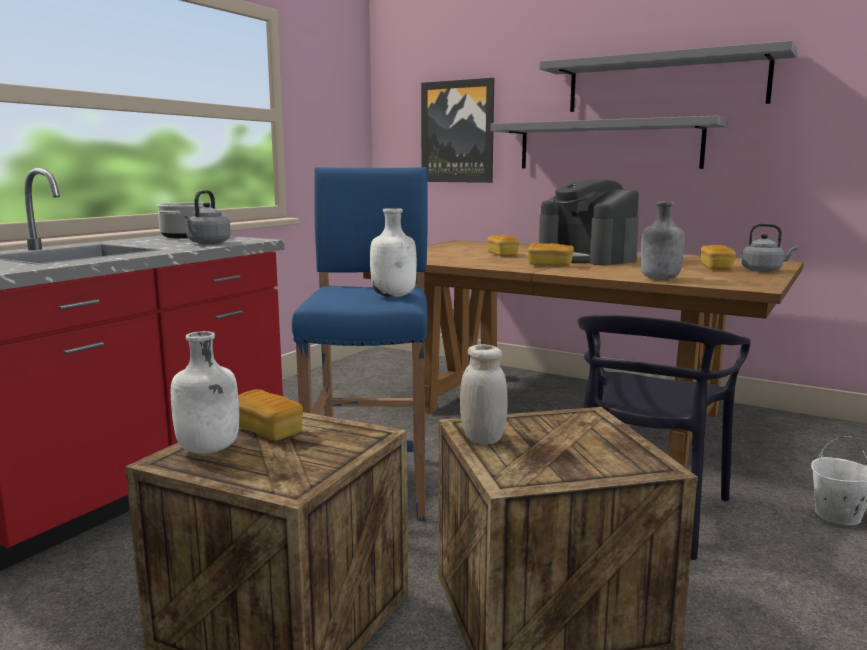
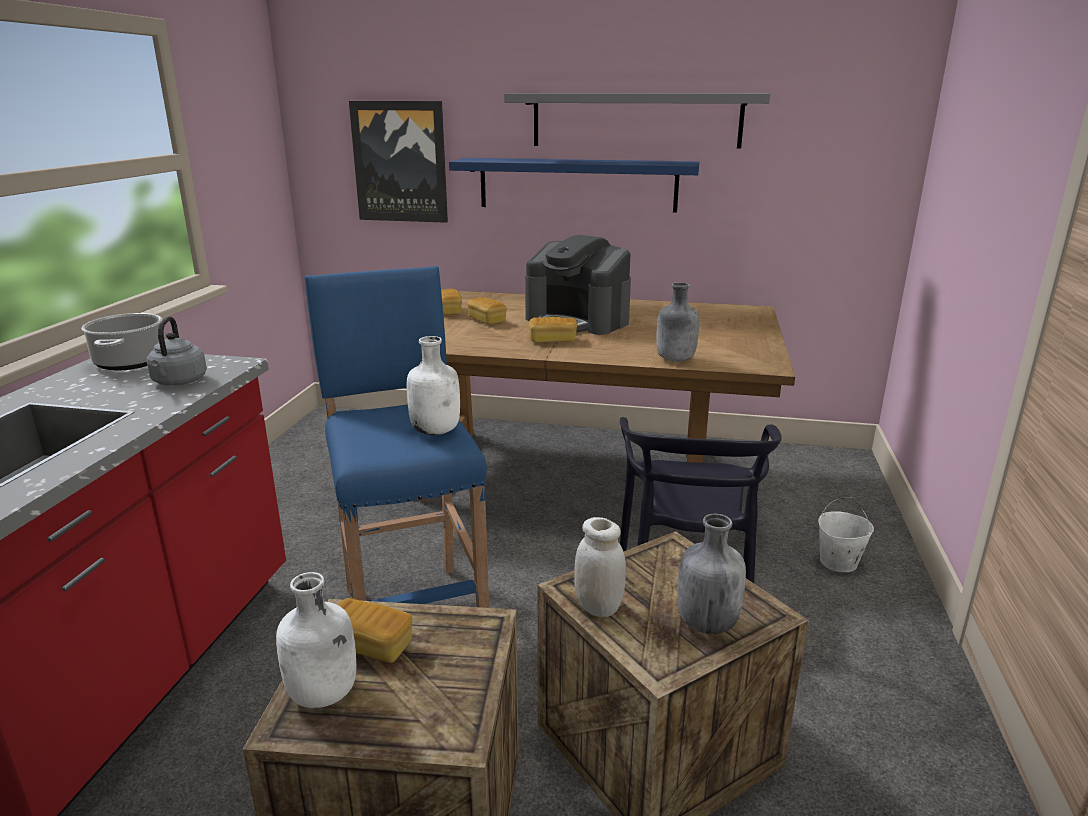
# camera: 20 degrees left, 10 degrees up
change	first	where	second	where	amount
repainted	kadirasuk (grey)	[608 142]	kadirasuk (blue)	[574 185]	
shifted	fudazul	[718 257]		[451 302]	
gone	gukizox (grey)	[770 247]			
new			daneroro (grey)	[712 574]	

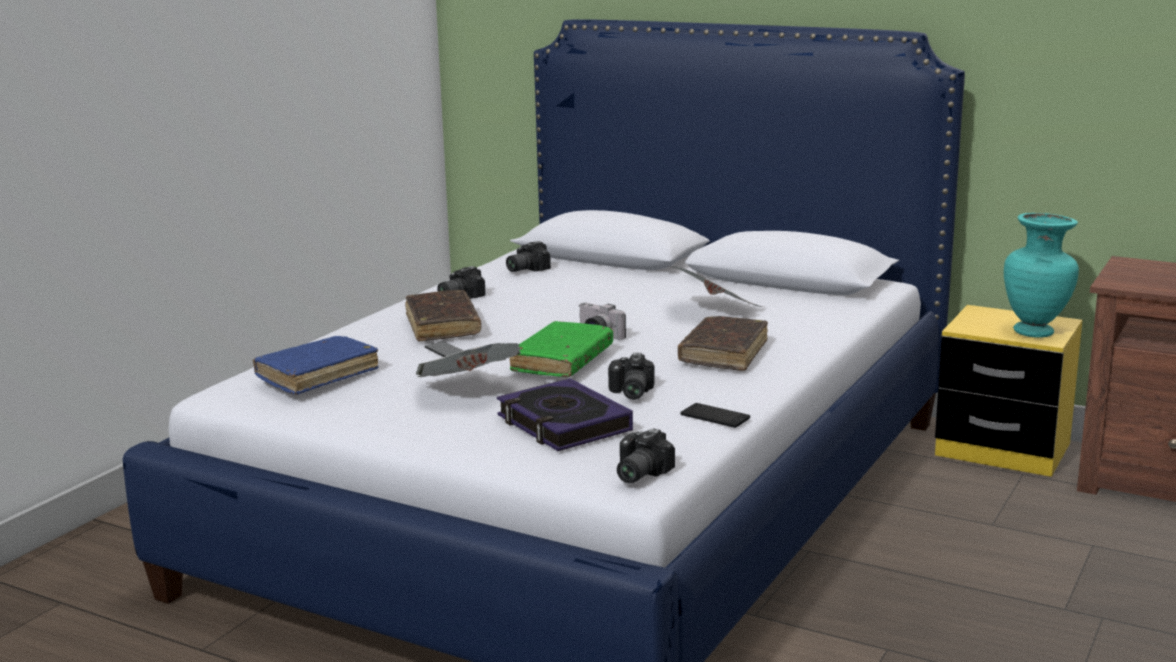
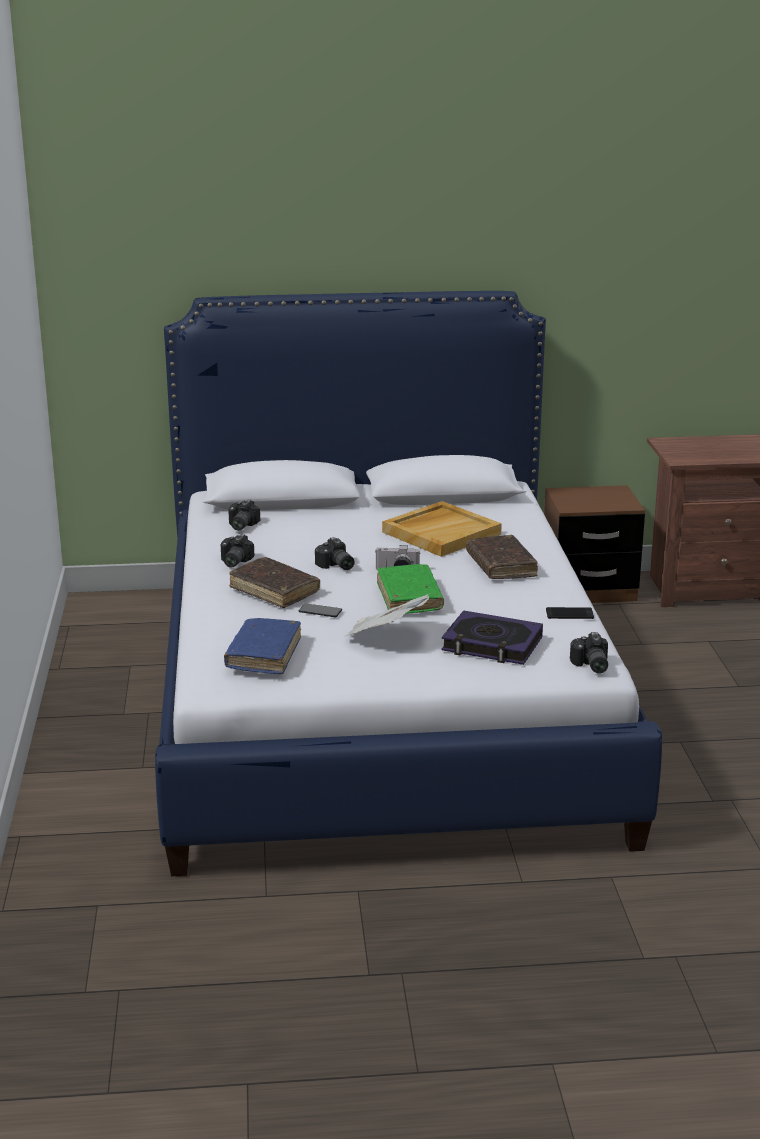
# camera: 35 degrees left, 5 degrees up
change	first	where	second	where	amount
shifted	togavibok	[631 376]		[335 553]	
swapped	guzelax	[715 286]	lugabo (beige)	[442 529]	
repainted	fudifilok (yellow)	[1008 391]	fudifilok (brown)	[594 544]	
gone	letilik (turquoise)	[1041 275]			

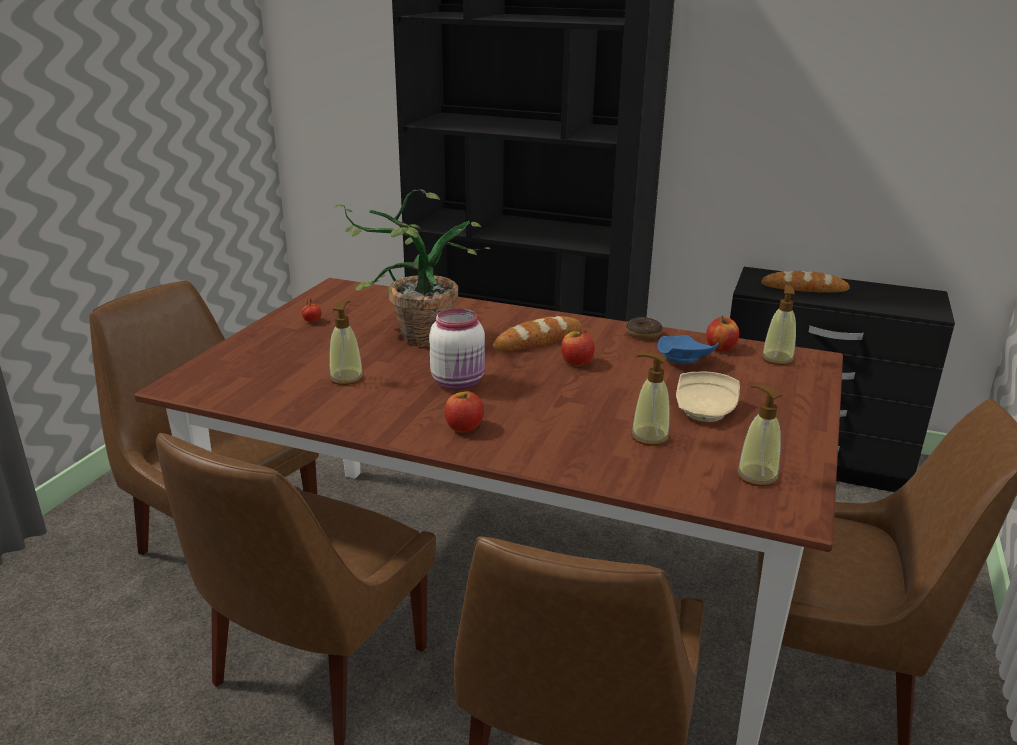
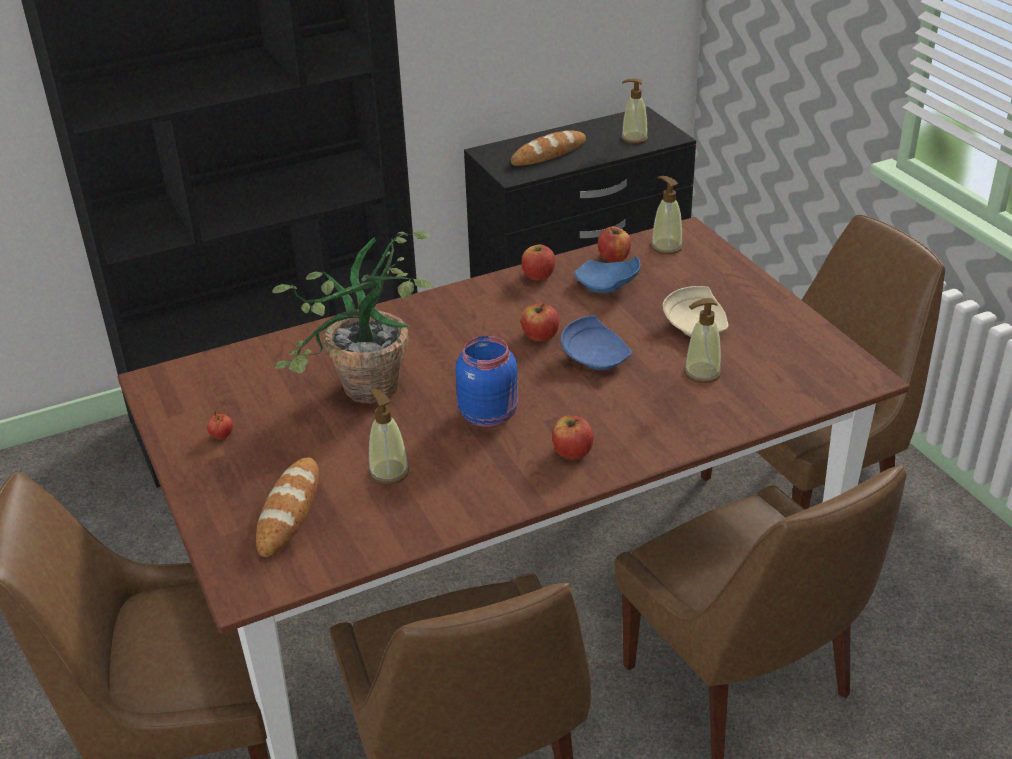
# camera: 45 degrees left, 10 degrees up
change	first	where	second	where	amount
repainted	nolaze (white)	[457 349]	nolaze (blue)	[487 381]	
shifted	fudazul	[537 333]		[287 507]	
swapped	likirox	[644 328]	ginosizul	[538 262]	
shifted	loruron	[759 435]		[634 111]	
new			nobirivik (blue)	[596 342]	

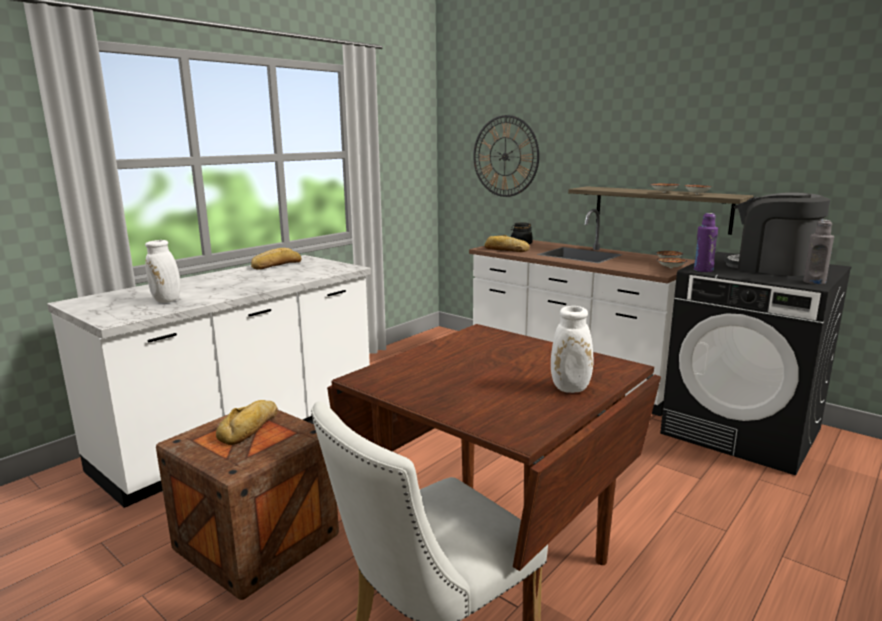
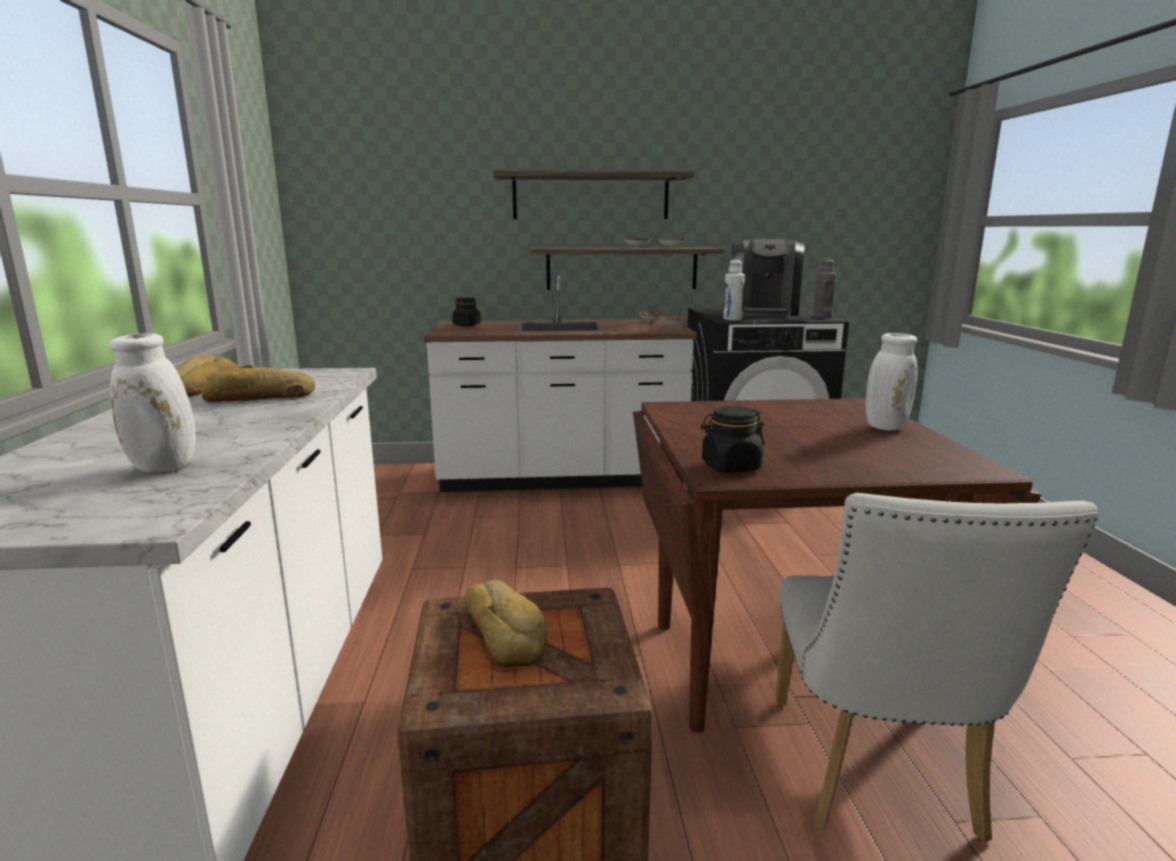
# camera: 45 degrees left, 0 degrees up
change	first	where	second	where	amount
gone	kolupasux	[506 156]			
shifted	fudazul	[506 243]		[258 383]	
repainted	daneroro (purple)	[706 242]	daneroro (white)	[734 290]	
rotated	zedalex	[777 234]		[769 278]	75 degrees counterclockwise
new			kadirasuk	[593 194]	
new			nolaze (black)	[732 439]	

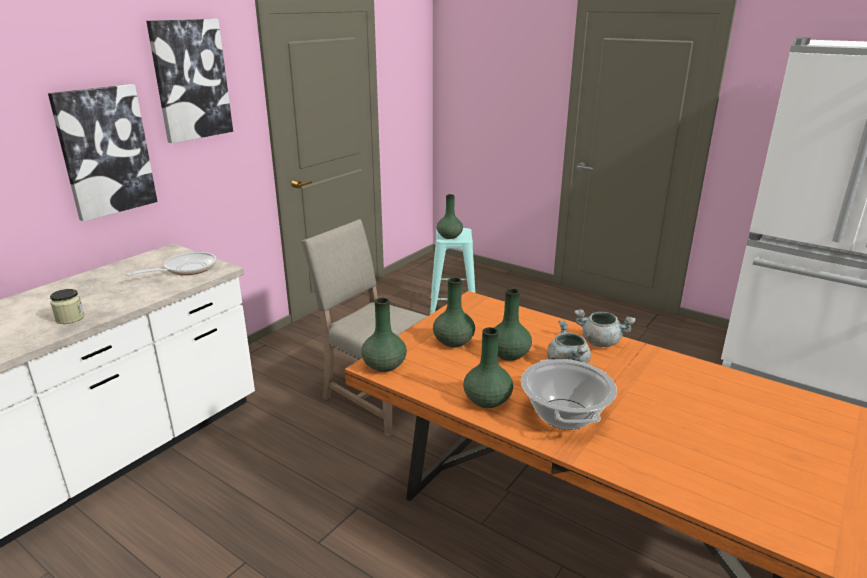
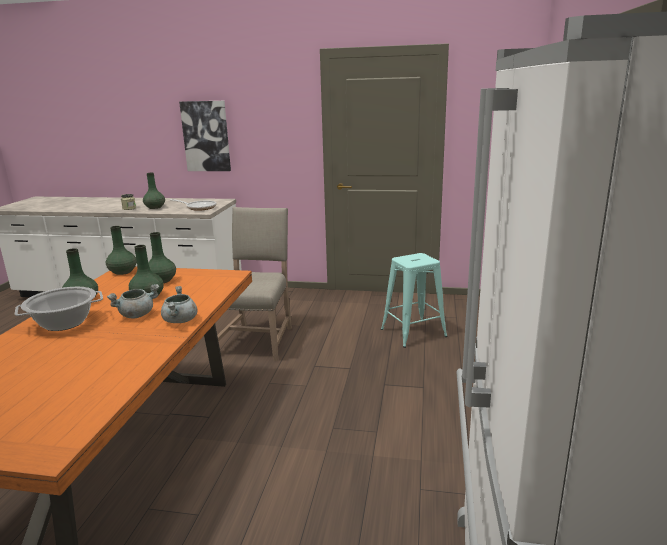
# camera: 65 degrees right, 5 degrees down
change	first	where	second	where	amount
gone	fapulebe	[189 81]			
shifted	letilik (green)	[450 216]		[154 191]	

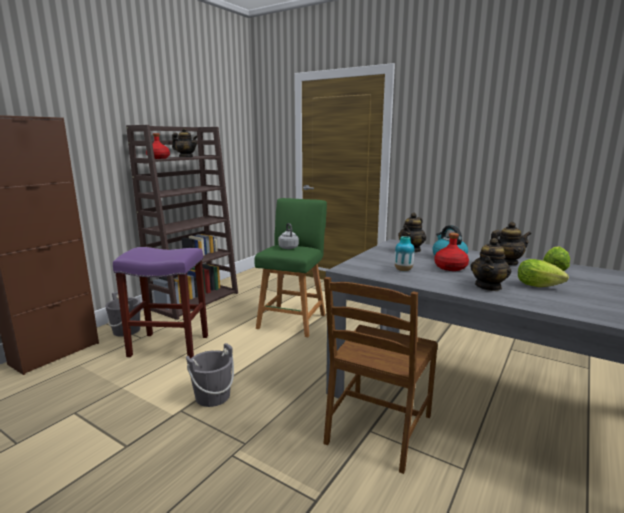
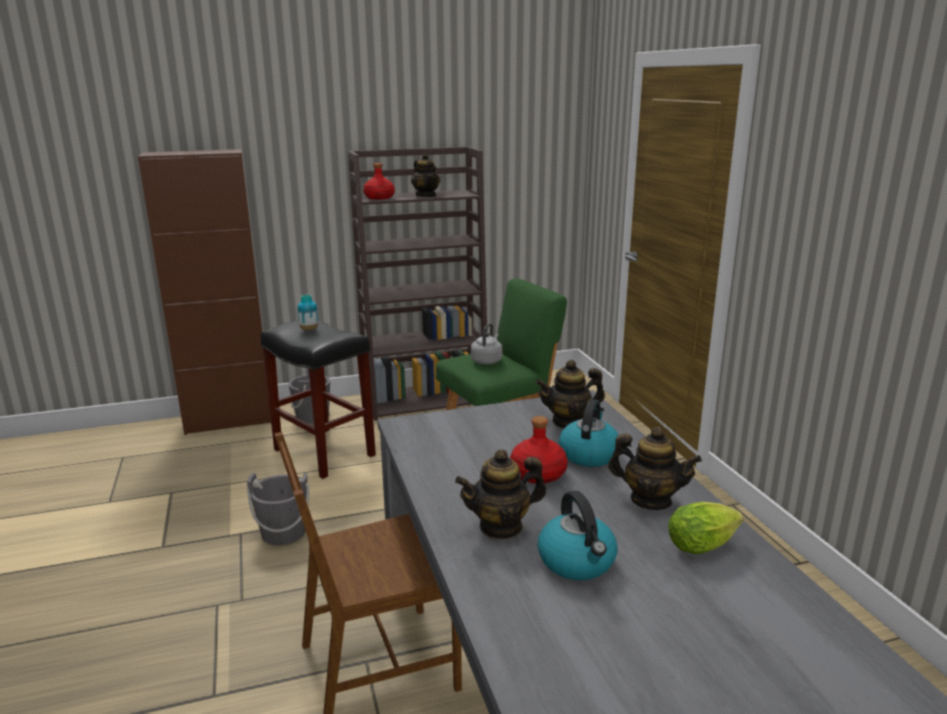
# camera: 40 degrees right, 5 degrees up
change	first	where	second	where	amount
repainted	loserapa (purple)	[160 303]	loserapa (black)	[318 399]	
shifted	letilik	[404 253]		[307 313]	
swapped	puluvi	[543 273]	gukizox	[578 535]	

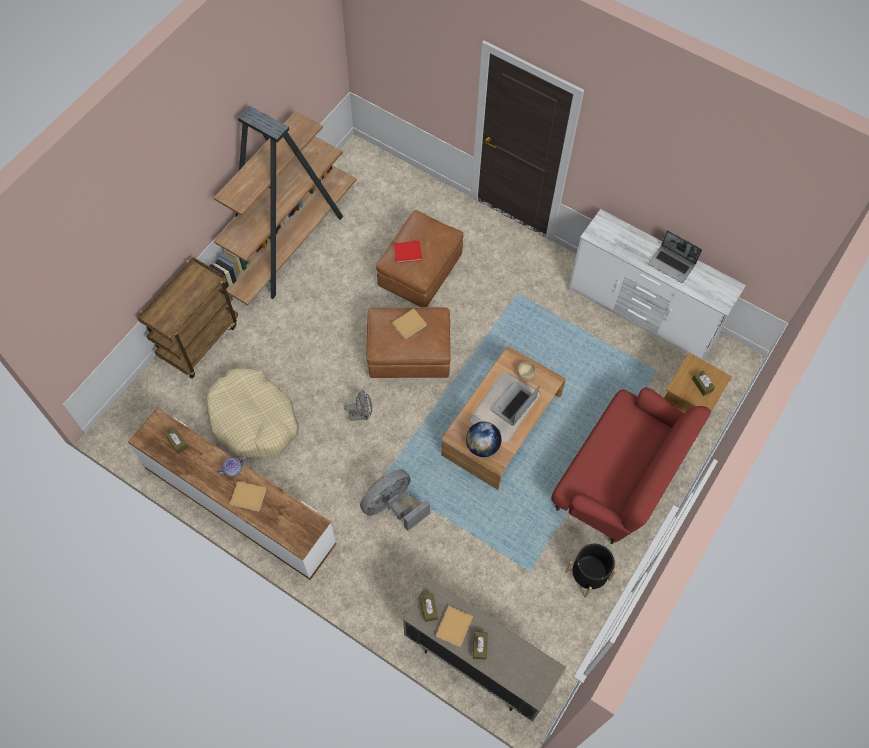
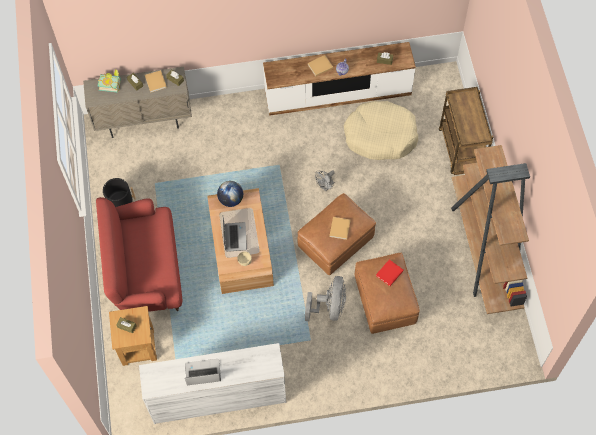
# camera: 140 degrees right, 0 degrees up
change	first	where	second	where	amount
shifted	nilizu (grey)	[395 500]		[325 298]	
new			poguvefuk	[109 81]	

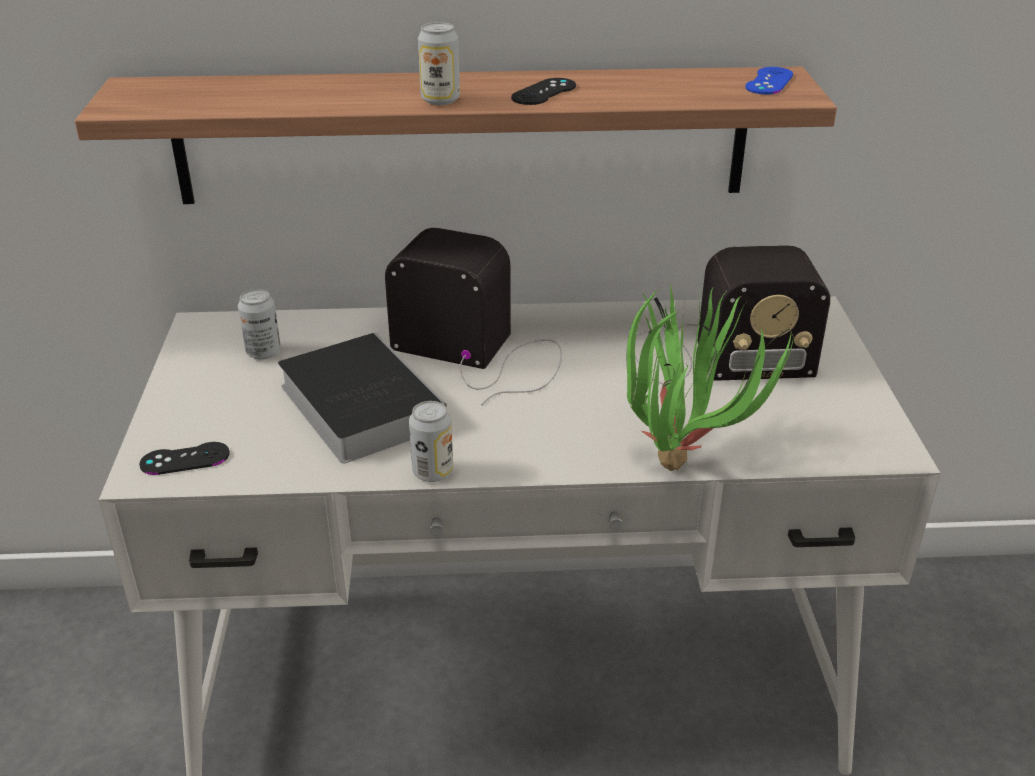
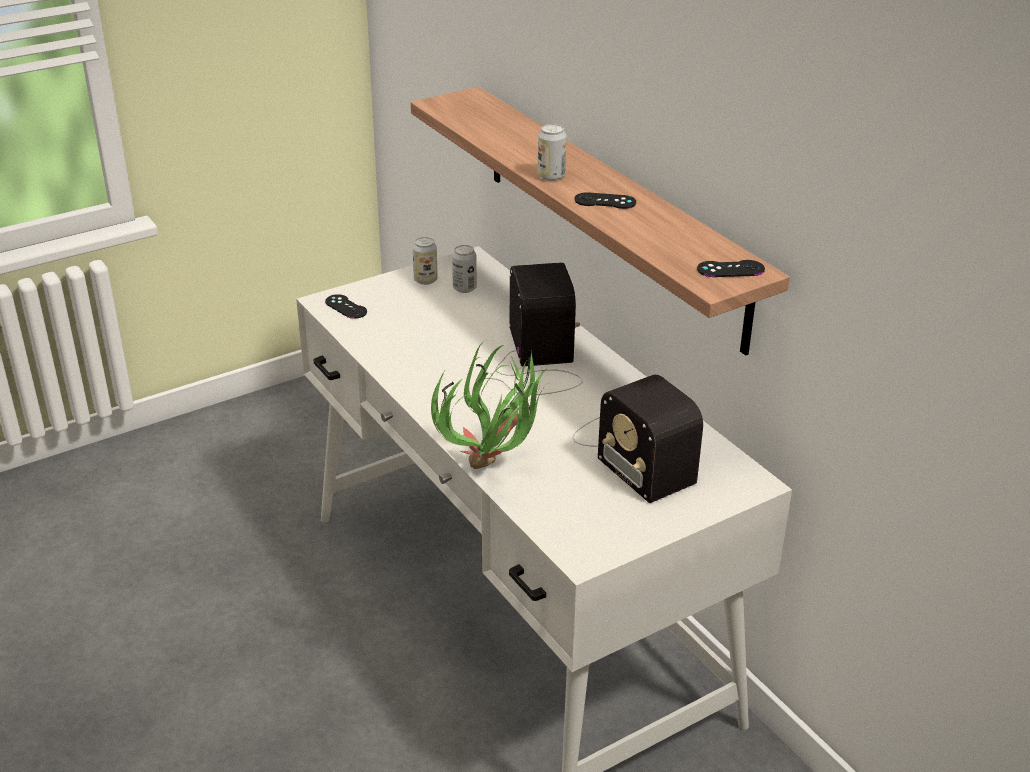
# camera: 60 degrees right, 0 degrees up
change	first	where	second	where	amount
gone	poguvefuk	[362 397]			
shifted	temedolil	[431 441]		[425 261]	
repainted	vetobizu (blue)	[769 81]	vetobizu (black)	[731 268]	

